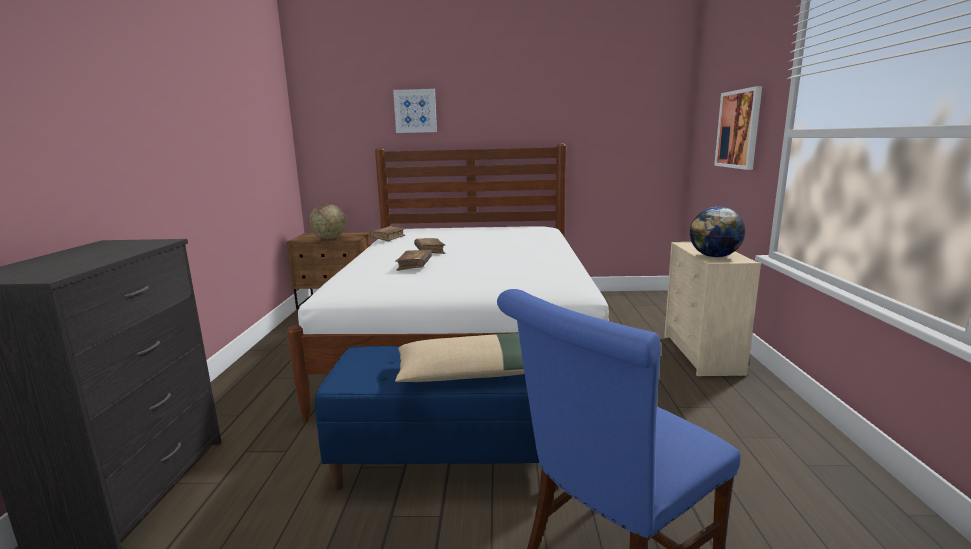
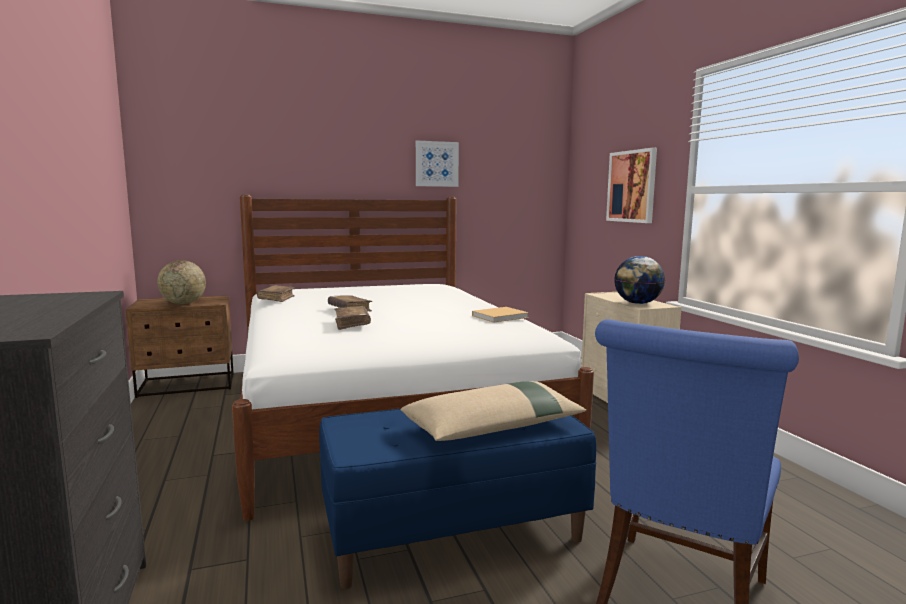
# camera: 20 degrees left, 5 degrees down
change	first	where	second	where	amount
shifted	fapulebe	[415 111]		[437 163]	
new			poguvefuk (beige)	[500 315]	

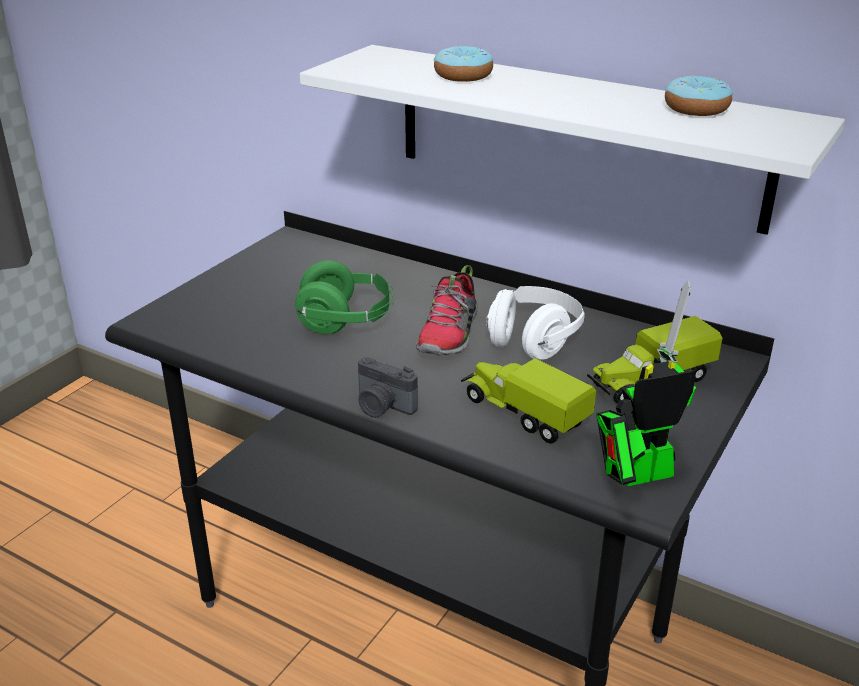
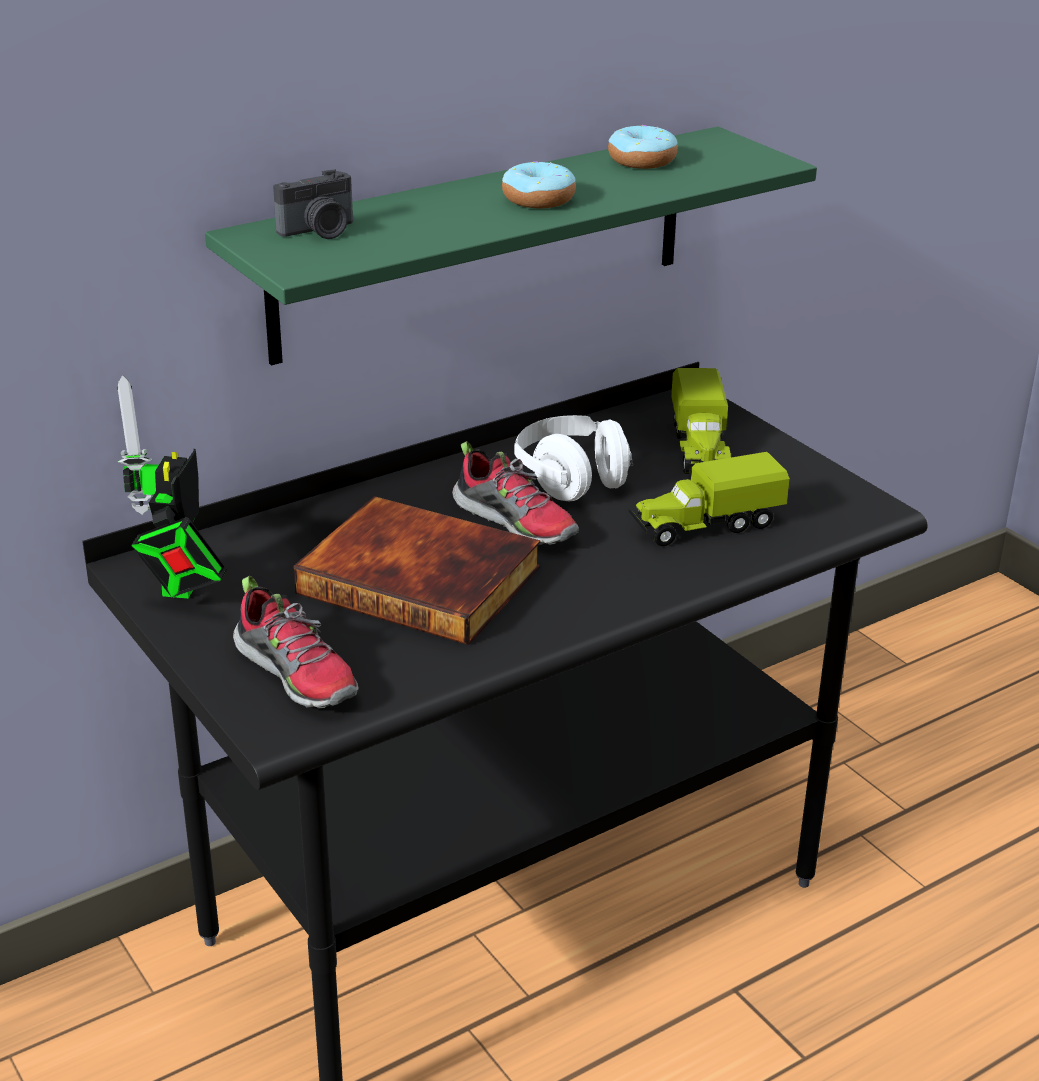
# camera: 65 degrees left, 0 degrees up
change	first	where	second	where	amount
swapped	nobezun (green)	[344 297]	poguvefuk	[417 570]	
repainted	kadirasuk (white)	[572 140]	kadirasuk (green)	[511 246]	
shifted	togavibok	[388 387]		[313 204]	
shifted	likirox	[463 64]		[539 184]	
shifted	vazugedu	[646 383]		[172 487]	
new			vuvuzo	[296 642]	

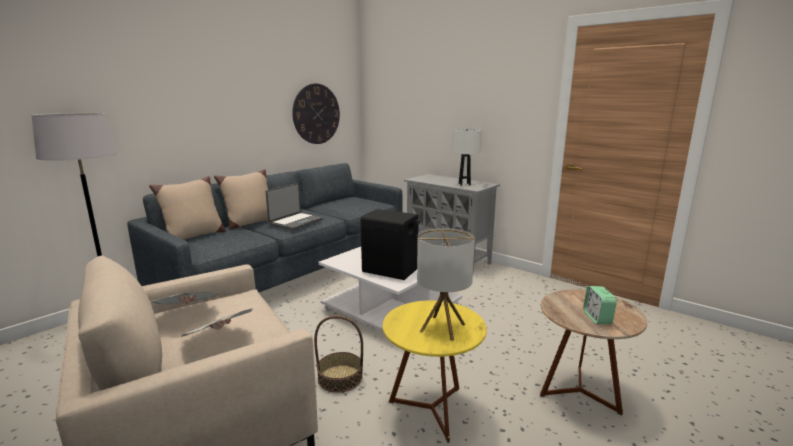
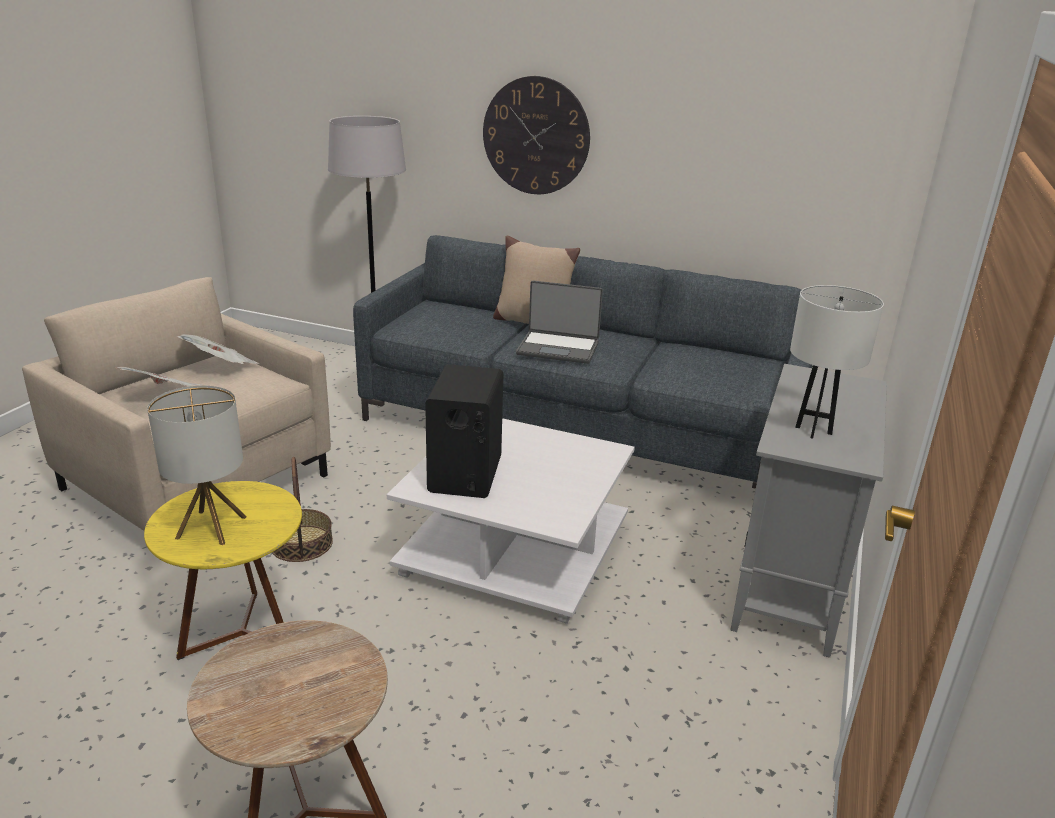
# camera: 70 degrees right, 10 degrees up
change	first	where	second	where	amount
gone	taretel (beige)	[187 208]			
shifted	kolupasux	[316 114]		[536 135]	
gone	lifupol	[600 305]			

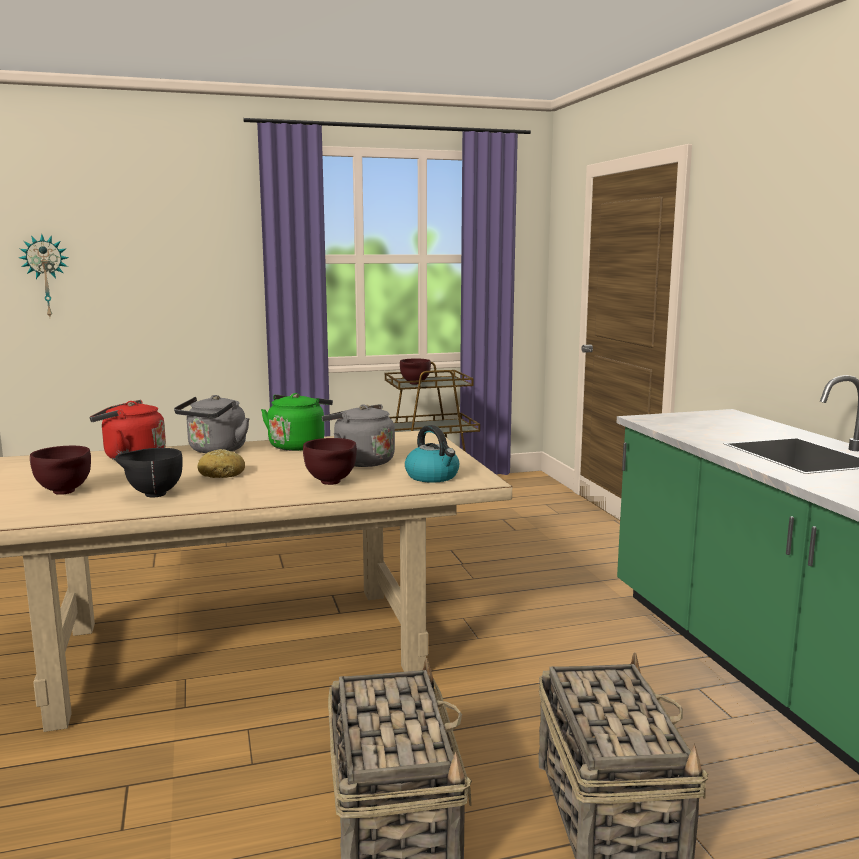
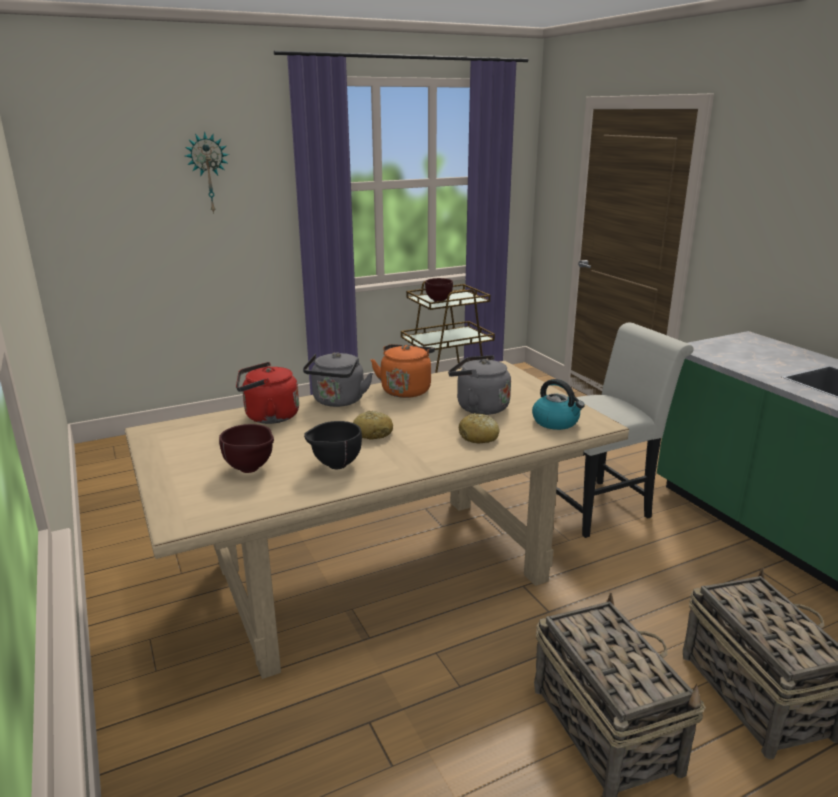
# camera: 10 degrees left, 10 degrees up
change	first	where	second	where	amount
shifted	kolupasux	[44 275]		[207 173]	
repainted	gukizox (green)	[297 422]	gukizox (orange)	[403 371]	
swapped	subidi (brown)	[330 461]	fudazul	[479 428]	
new			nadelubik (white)	[625 430]	

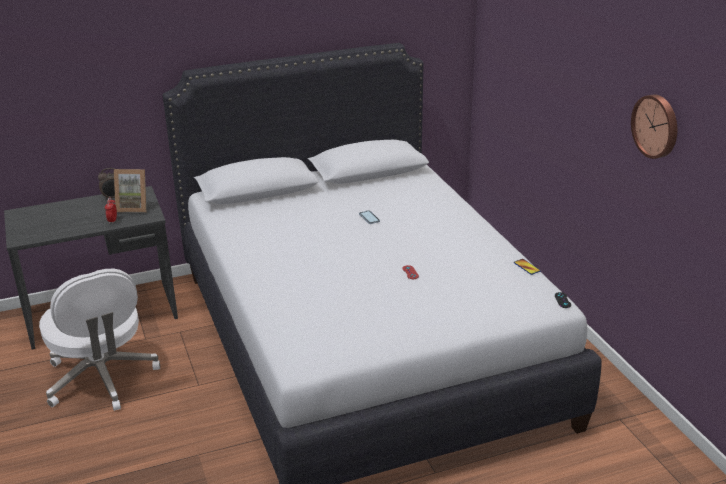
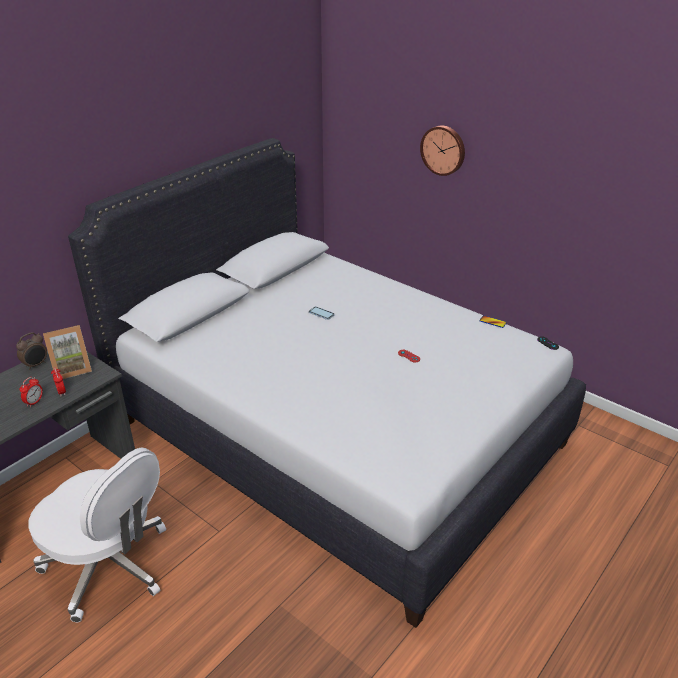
# camera: 30 degrees left, 5 degrees up
change	first	where	second	where	amount
shifted	kolupasux	[654 127]		[442 150]	
new			lifupol	[31 392]	

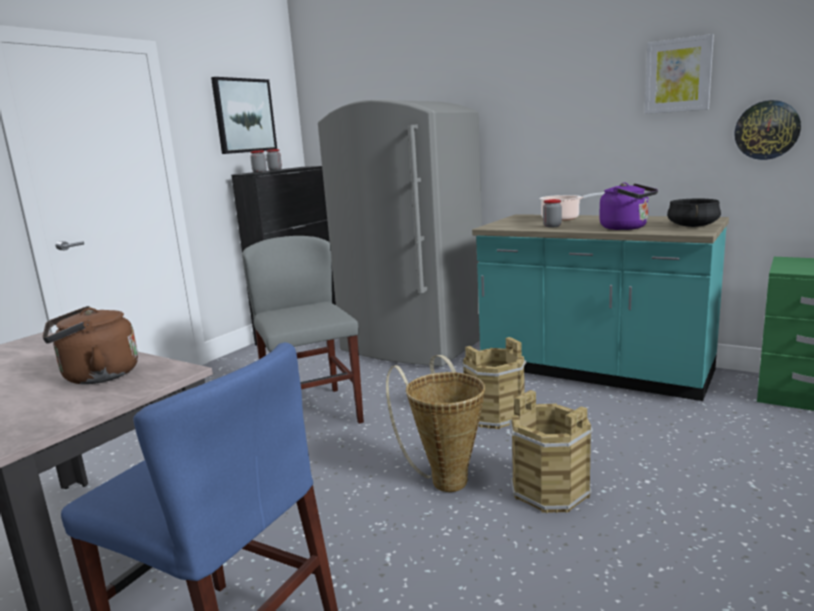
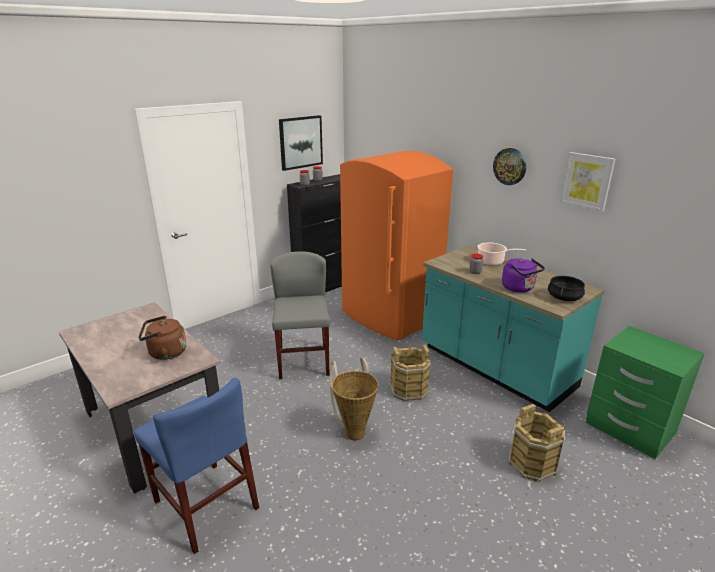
# camera: 15 degrees right, 10 degrees up
change	first	where	second	where	amount
repainted	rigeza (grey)	[400 233]	rigeza (orange)	[396 246]	
shifted	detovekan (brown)	[551 451]		[537 443]	
shifted	kolupasux	[767 130]		[509 166]	

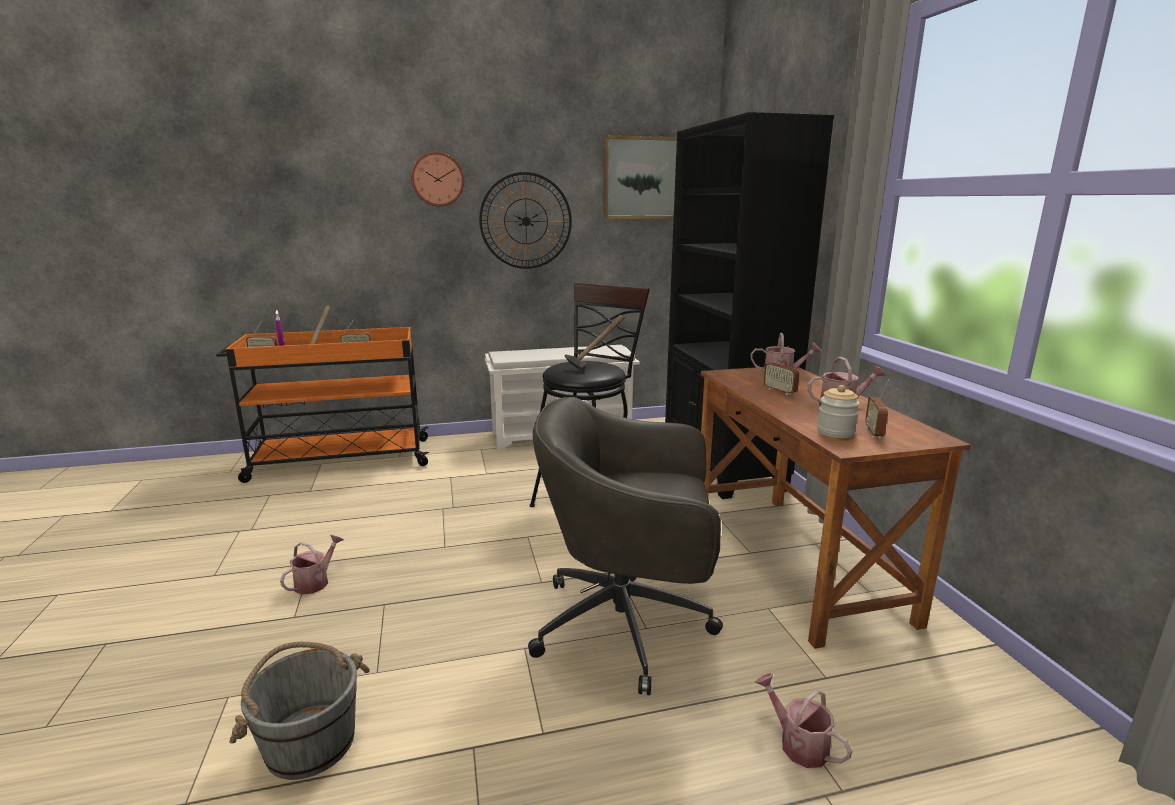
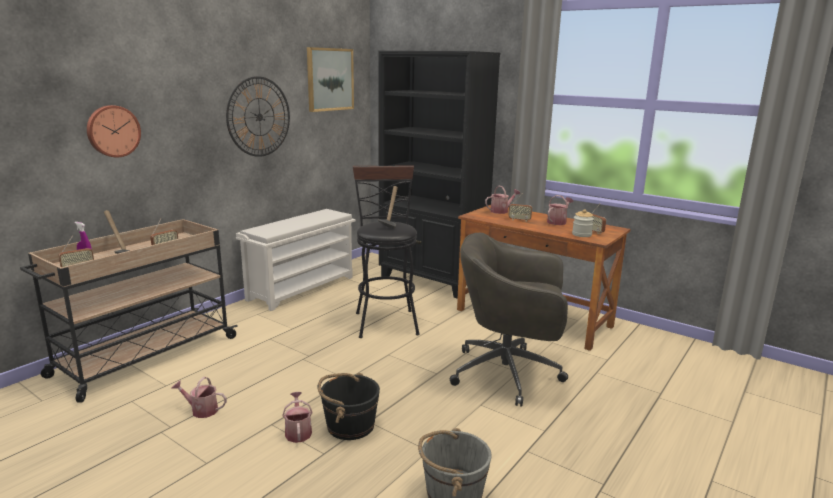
# camera: 40 degrees left, 0 degrees up
change	first	where	second	where	amount
repainted	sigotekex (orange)	[322 405]	sigotekex (beige)	[129 311]	
shifted	kolupasux	[437 179]		[114 131]	
rotated	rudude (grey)	[625 546]		[509 320]	45 degrees clockwise
shifted	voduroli	[804 720]		[199 397]	
new			detovekan (black)	[348 406]	

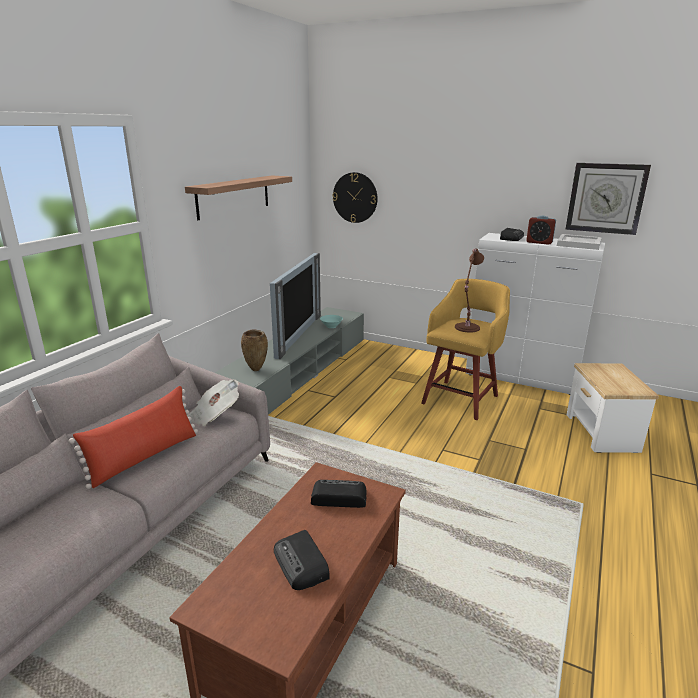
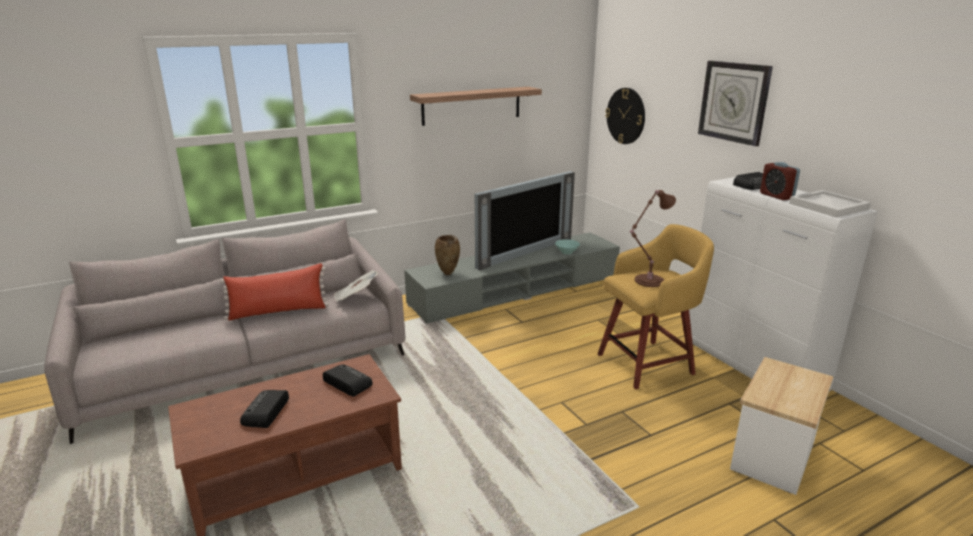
# camera: 35 degrees right, 0 degrees up
change	first	where	second	where	amount
shifted	kolupasux	[608 199]		[735 103]	

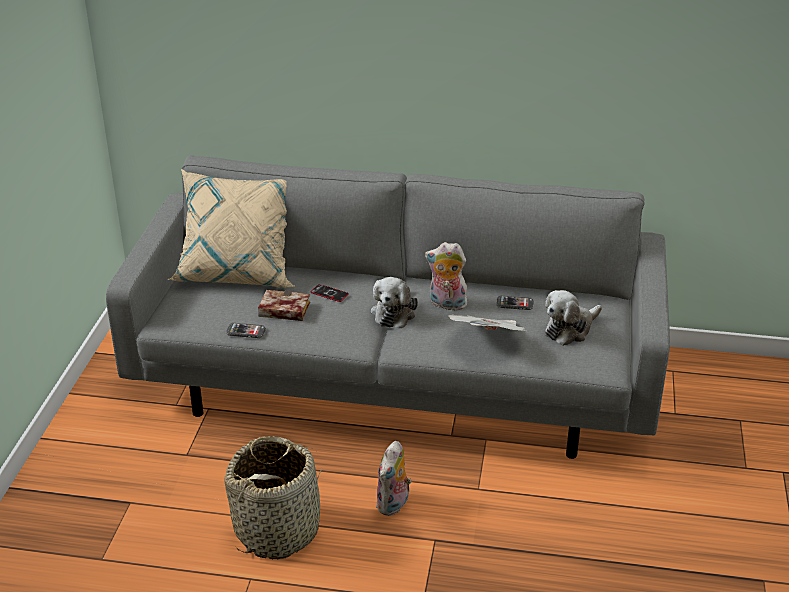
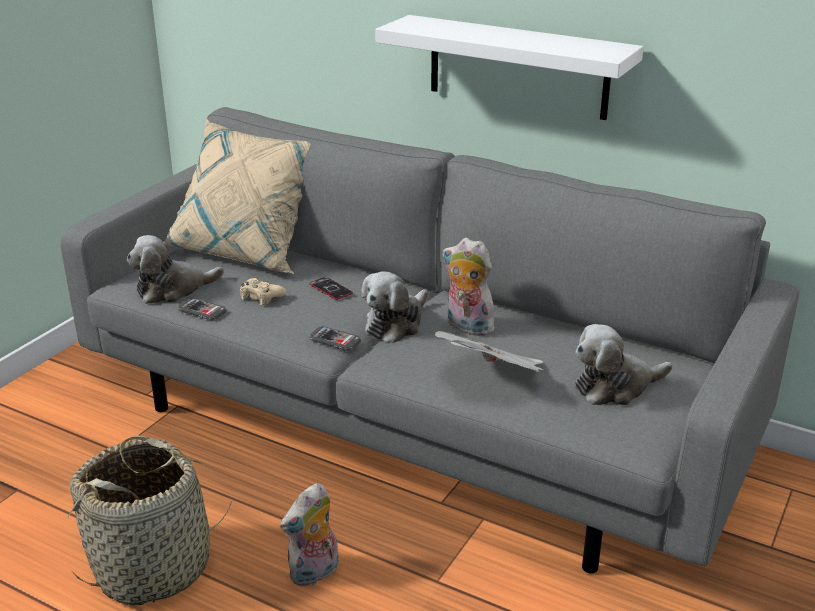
# camera: 20 degrees right, 5 degrees down
change	first	where	second	where	amount
swapped	poguvefuk	[284 305]	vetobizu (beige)	[263 291]	
shifted	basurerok	[515 303]		[335 338]	
new			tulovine	[175 269]	
new			kadirasuk (white)	[509 67]	

